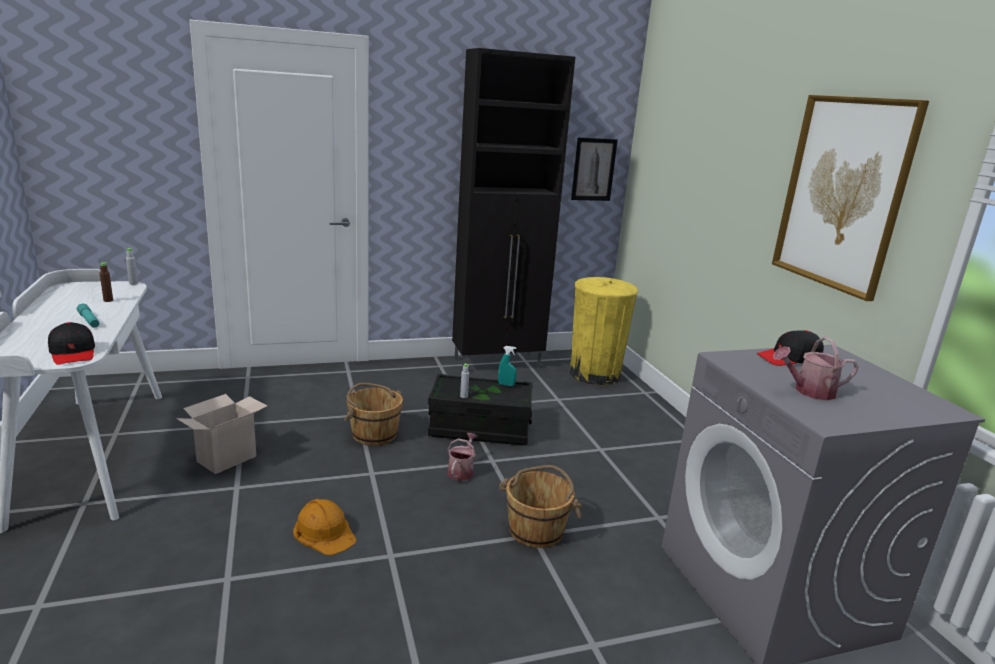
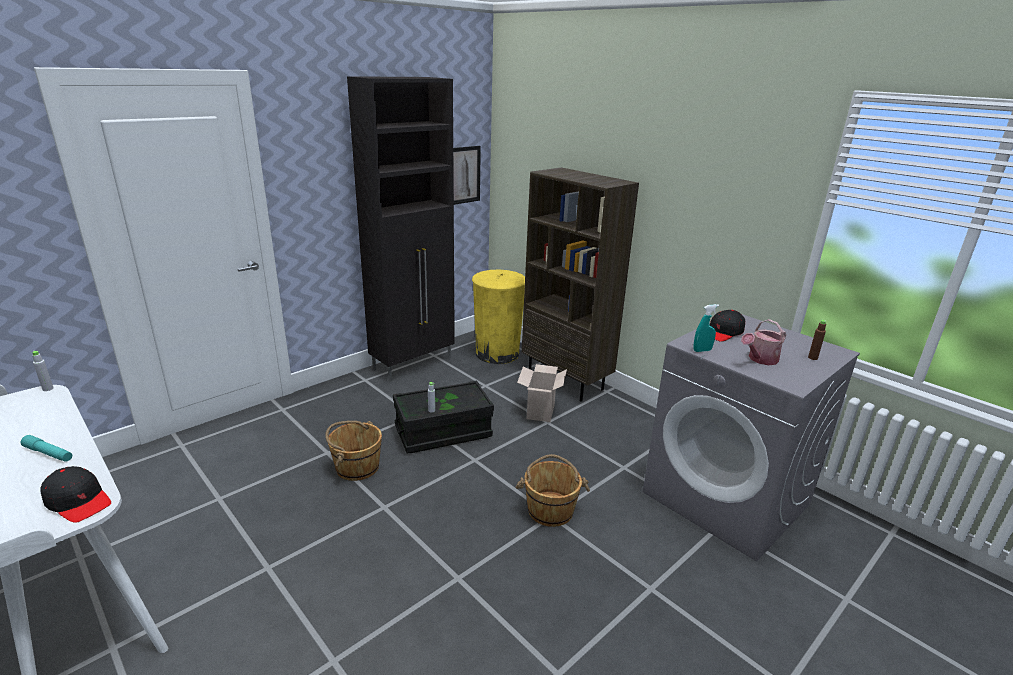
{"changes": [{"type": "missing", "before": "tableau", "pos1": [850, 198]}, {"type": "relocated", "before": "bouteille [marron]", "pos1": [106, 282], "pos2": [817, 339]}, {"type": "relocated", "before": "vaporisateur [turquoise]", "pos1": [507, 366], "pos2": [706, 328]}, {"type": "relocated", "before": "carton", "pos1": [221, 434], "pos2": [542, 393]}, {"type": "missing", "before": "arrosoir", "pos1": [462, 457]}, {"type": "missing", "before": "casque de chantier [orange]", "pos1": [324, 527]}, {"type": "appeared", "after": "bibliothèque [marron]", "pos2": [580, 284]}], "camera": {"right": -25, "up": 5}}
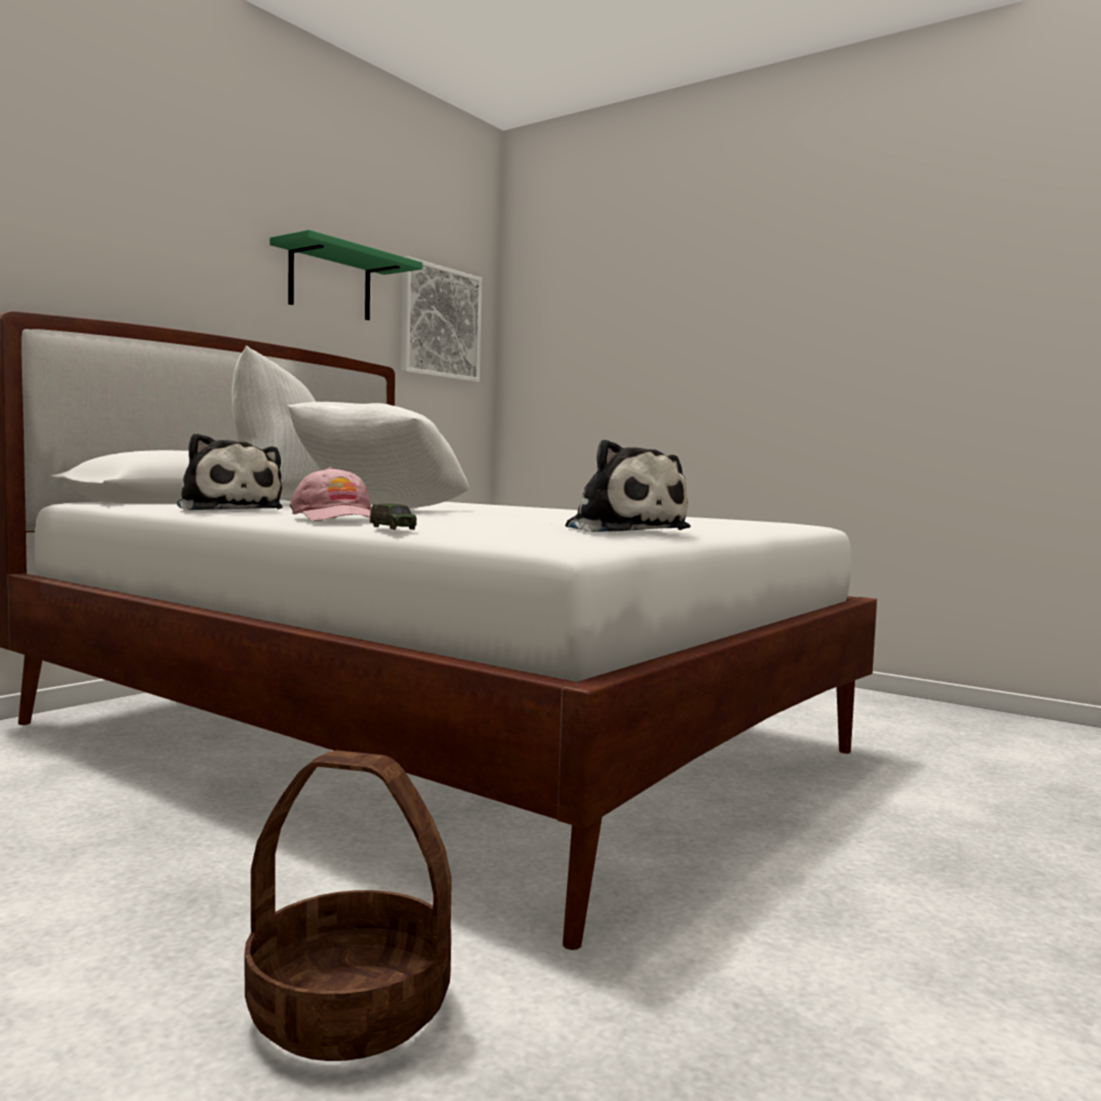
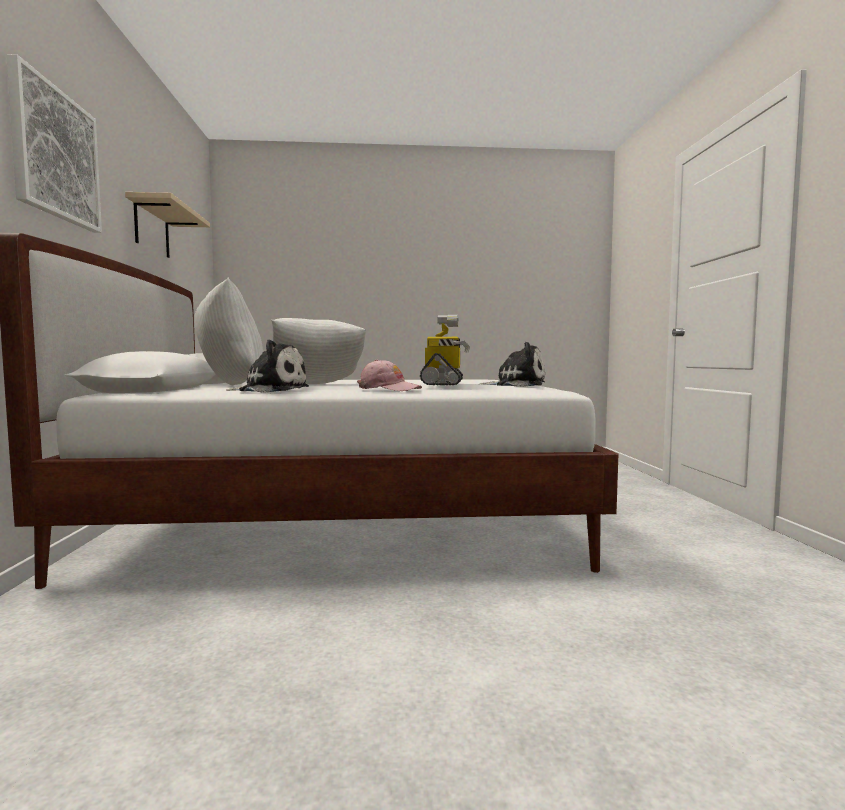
{"changes": [{"type": "colour", "before": "étagère [vert]", "after": "étagère [beige]", "pos1": [346, 275], "pos2": [167, 225]}, {"type": "relocated", "before": "tableau", "pos1": [441, 319], "pos2": [54, 143]}, {"type": "missing", "before": "petite voiture", "pos1": [393, 517]}, {"type": "missing", "before": "panier", "pos1": [348, 905]}, {"type": "appeared", "after": "robot jouet", "pos2": [445, 350]}], "camera": {"right": -40, "up": 0}}
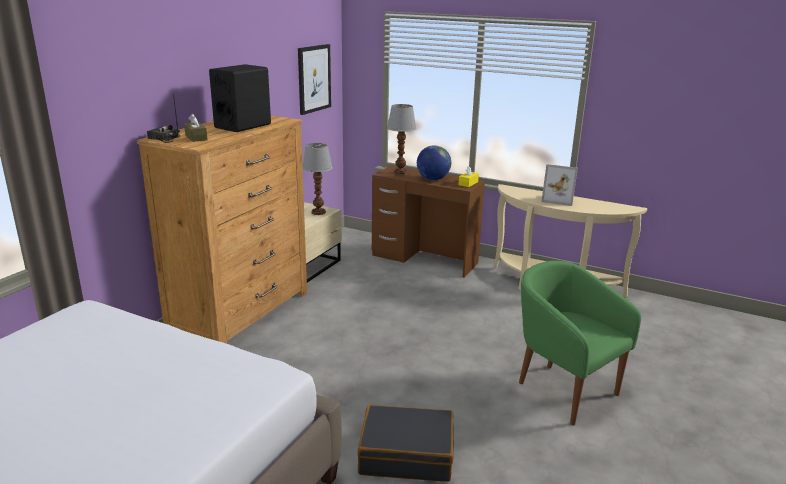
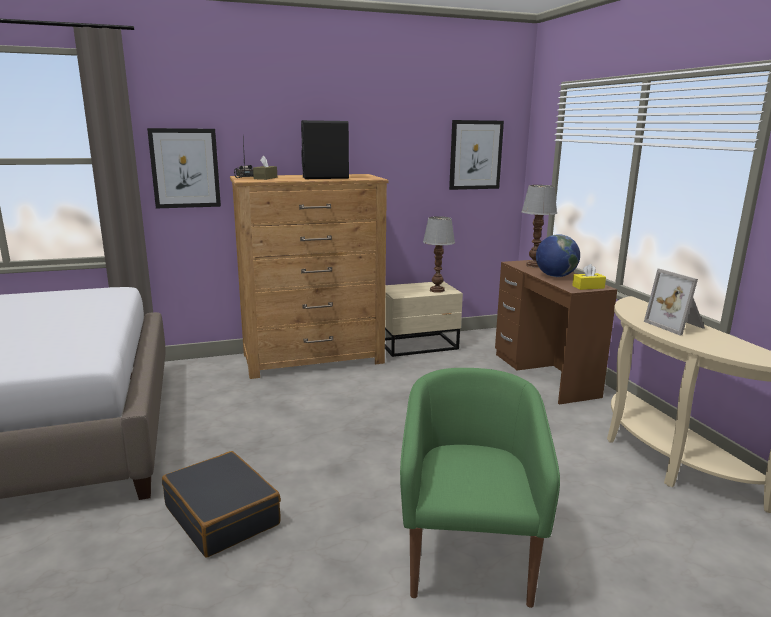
{"changes": [{"type": "appeared", "after": "tableau", "pos2": [184, 168]}], "camera": {"right": 45, "up": -5}}
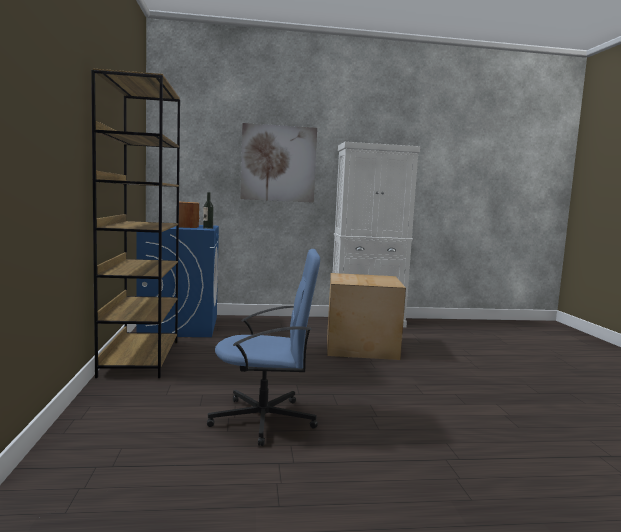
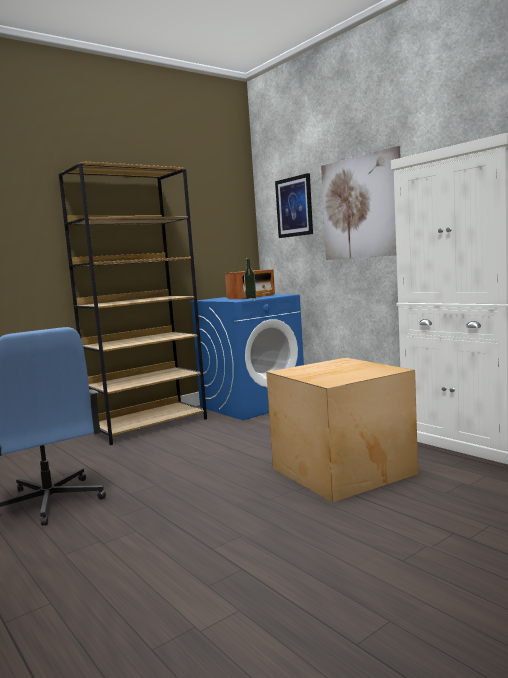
{"changes": [{"type": "appeared", "after": "tableau", "pos2": [294, 205]}], "camera": {"right": 60, "up": 0}}
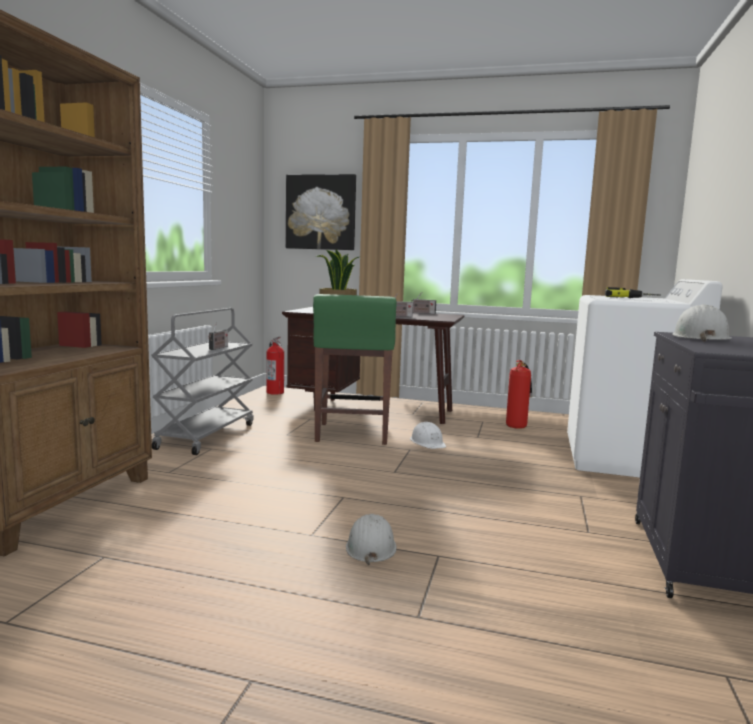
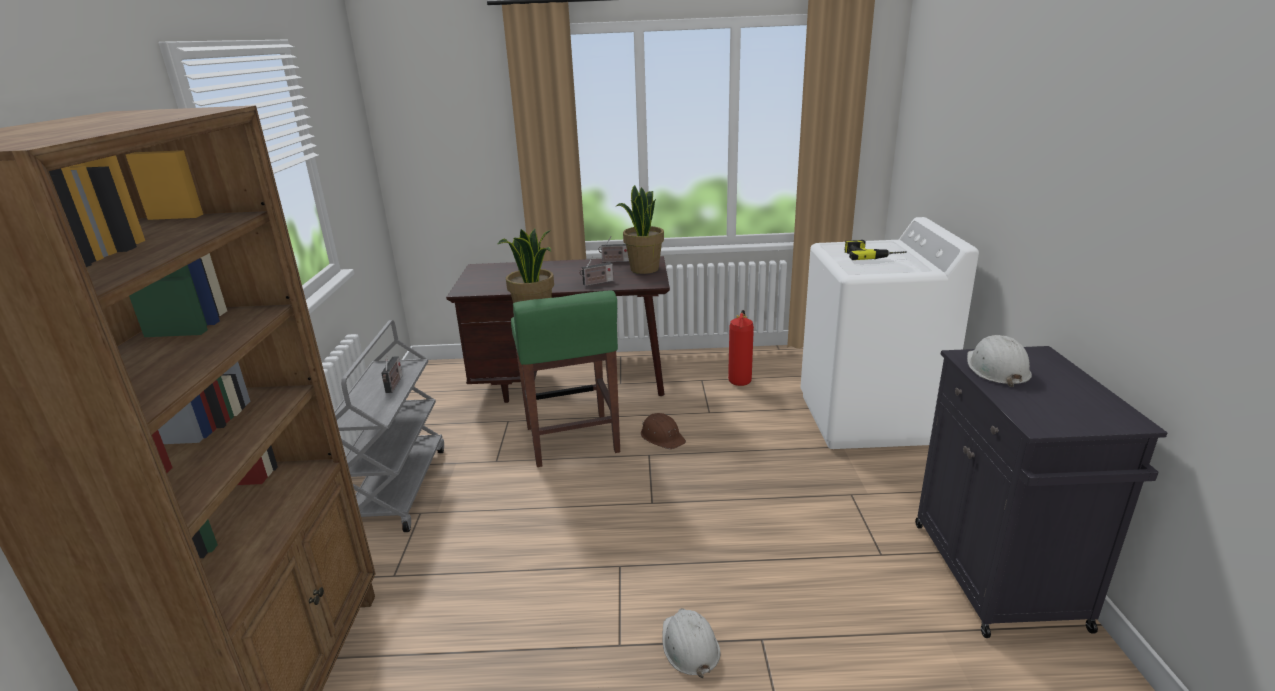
{"changes": [{"type": "missing", "before": "tableau", "pos1": [321, 212]}, {"type": "missing", "before": "extincteur", "pos1": [275, 366]}, {"type": "colour", "before": "casque de chantier [blanc]", "after": "casque de chantier [marron]", "pos1": [428, 435], "pos2": [663, 431]}, {"type": "appeared", "after": "plante en pot", "pos2": [639, 229]}], "camera": {"right": -15, "up": 15}}
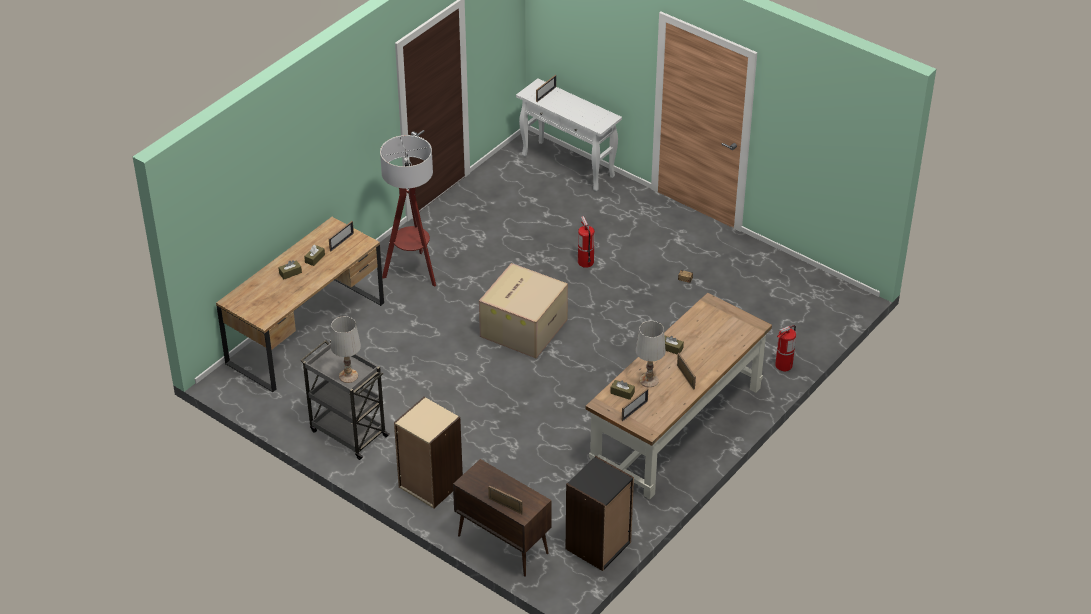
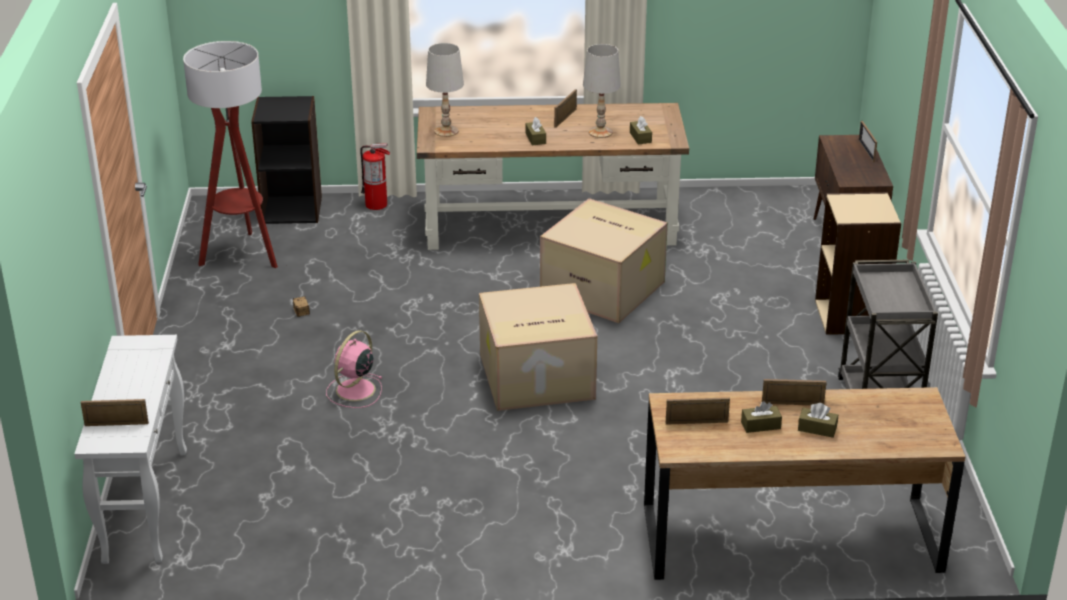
{"changes": [{"type": "relocated", "before": "lampadaire", "pos1": [408, 211], "pos2": [230, 154]}, {"type": "exchanged", "before": "extincteur", "after": "ventilateur [rose]", "pos1": [586, 242], "pos2": [354, 369]}, {"type": "relocated", "before": "lampe de table [blanc]", "pos1": [346, 349], "pos2": [445, 90]}, {"type": "relocated", "before": "cadre photo", "pos1": [635, 404], "pos2": [794, 392]}, {"type": "relocated", "before": "bibliothèque [noir]", "pos1": [600, 513], "pos2": [286, 160]}, {"type": "appeared", "after": "carton", "pos2": [604, 260]}], "camera": {"right": -130, "up": -10}}
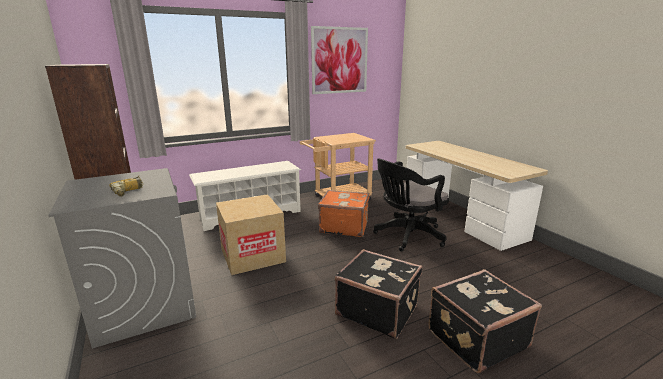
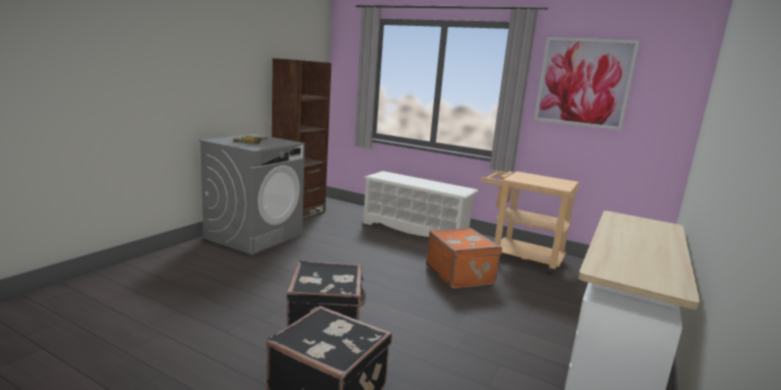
{"changes": [{"type": "missing", "before": "chaise de bureau [noir]", "pos1": [411, 205]}, {"type": "missing", "before": "carton", "pos1": [251, 234]}], "camera": {"right": 55, "up": -5}}
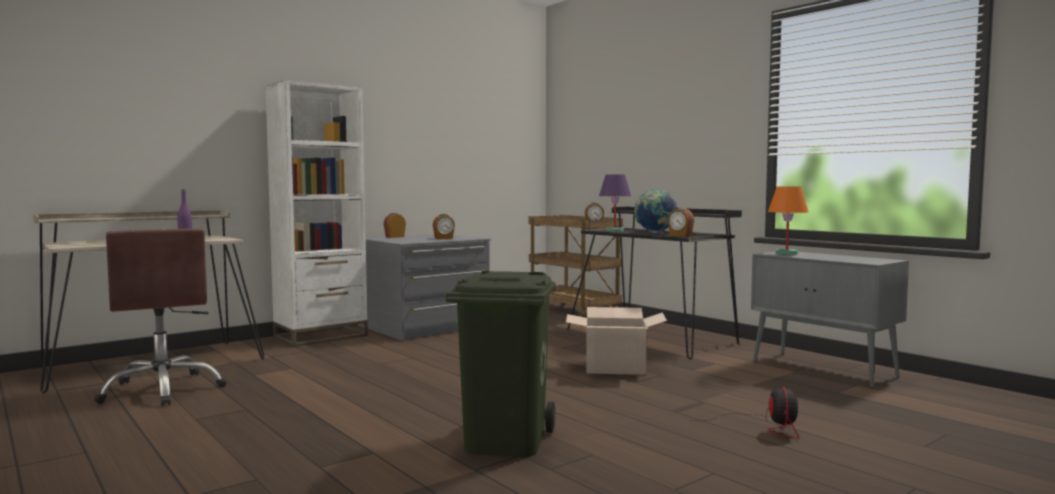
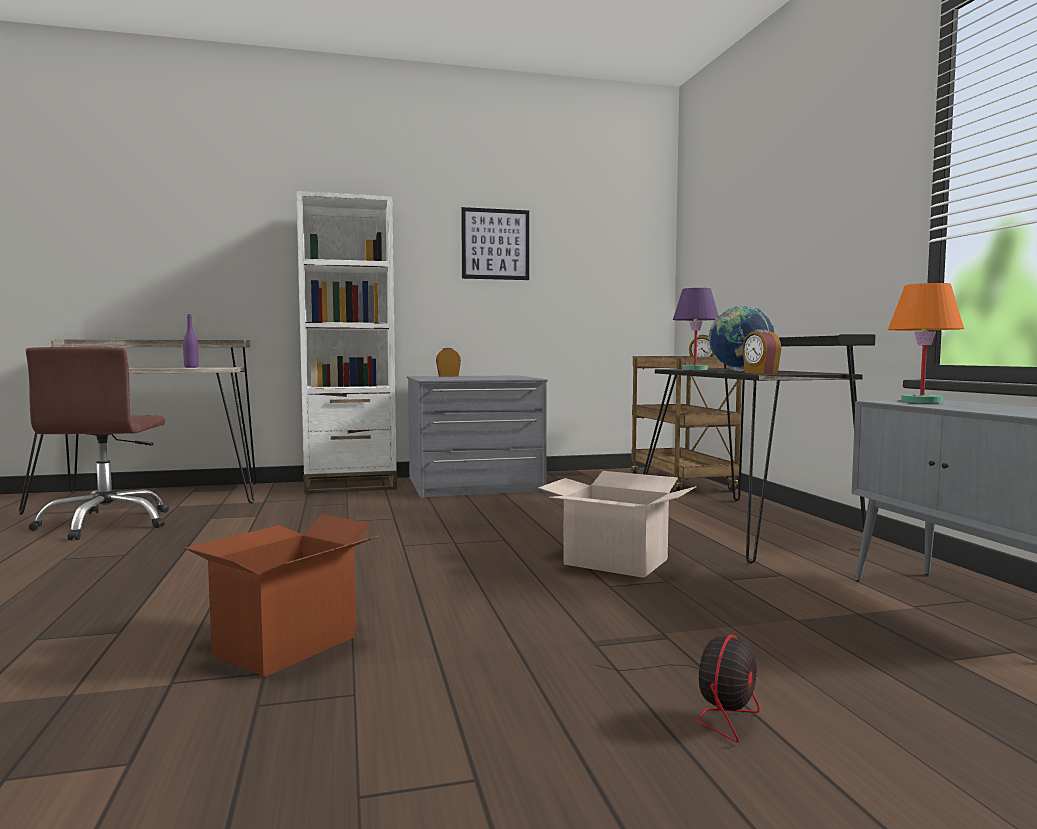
{"changes": [{"type": "missing", "before": "réveil", "pos1": [444, 226]}, {"type": "exchanged", "before": "poubelle [vert]", "after": "carton", "pos1": [500, 364], "pos2": [281, 595]}, {"type": "appeared", "after": "tableau", "pos2": [495, 243]}], "camera": {"right": 25, "up": 0}}
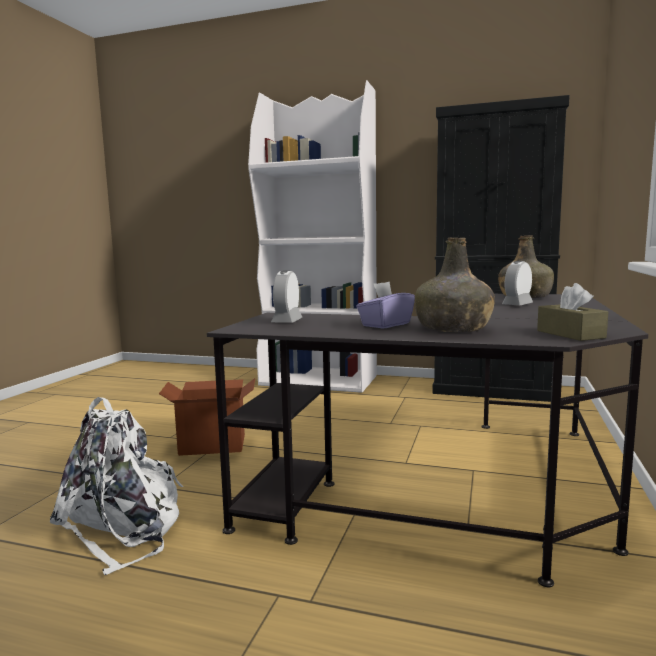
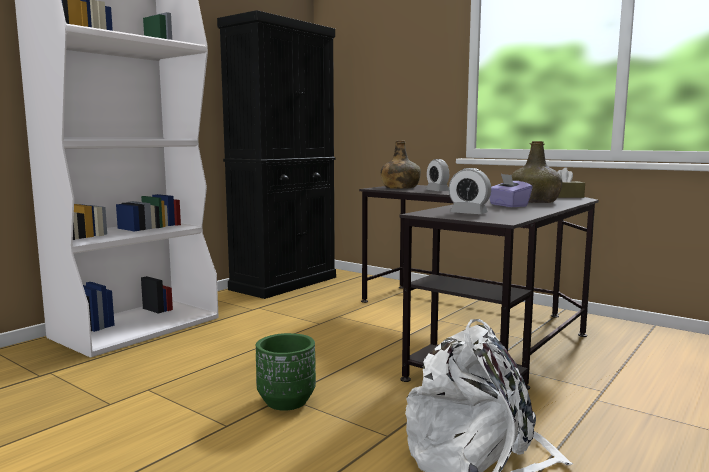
{"changes": [{"type": "exchanged", "before": "carton", "after": "cache-pot [vert]", "pos1": [207, 417], "pos2": [286, 372]}], "camera": {"right": -70, "up": 0}}
